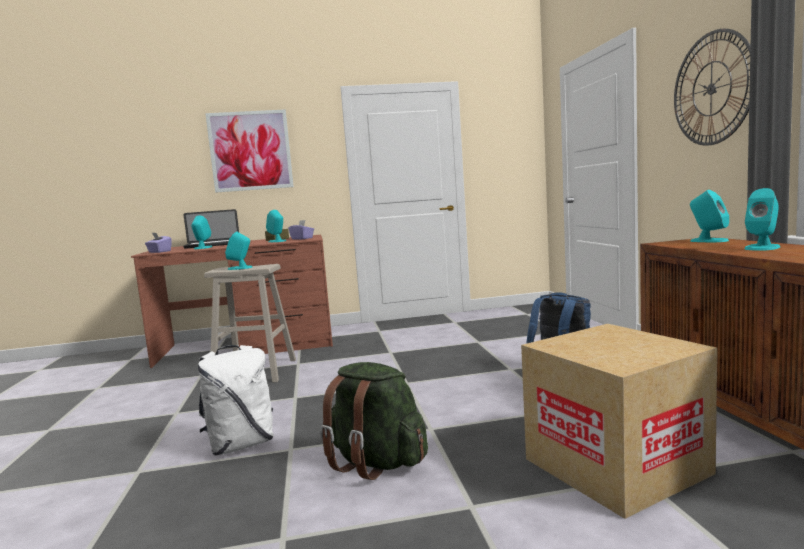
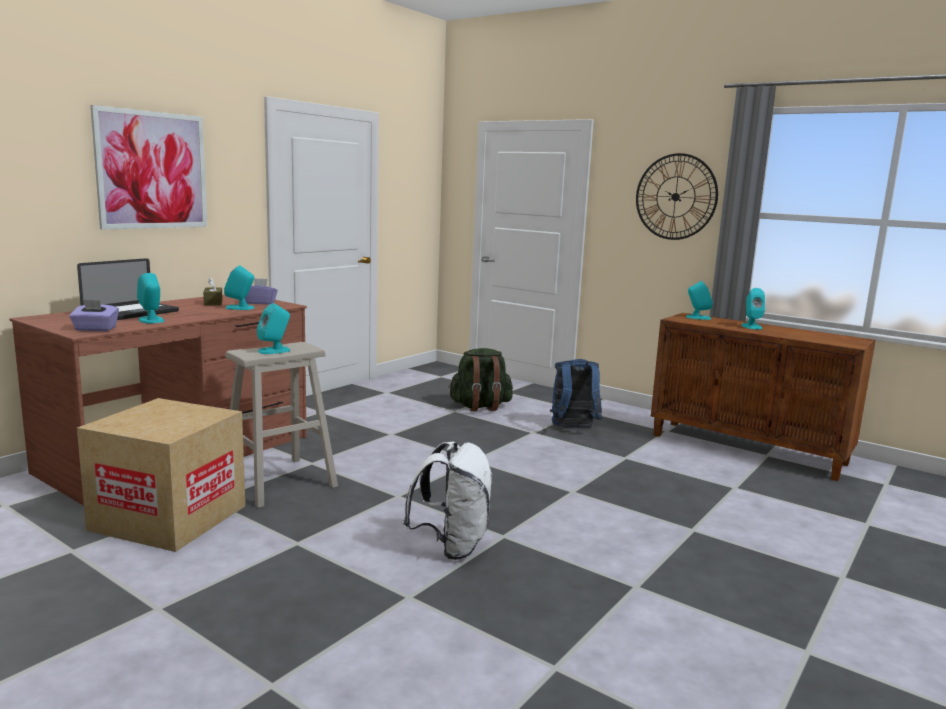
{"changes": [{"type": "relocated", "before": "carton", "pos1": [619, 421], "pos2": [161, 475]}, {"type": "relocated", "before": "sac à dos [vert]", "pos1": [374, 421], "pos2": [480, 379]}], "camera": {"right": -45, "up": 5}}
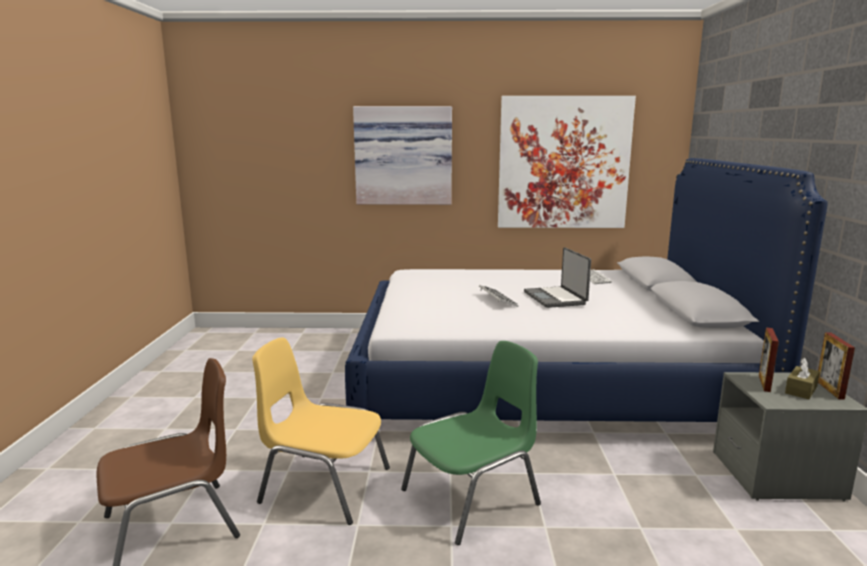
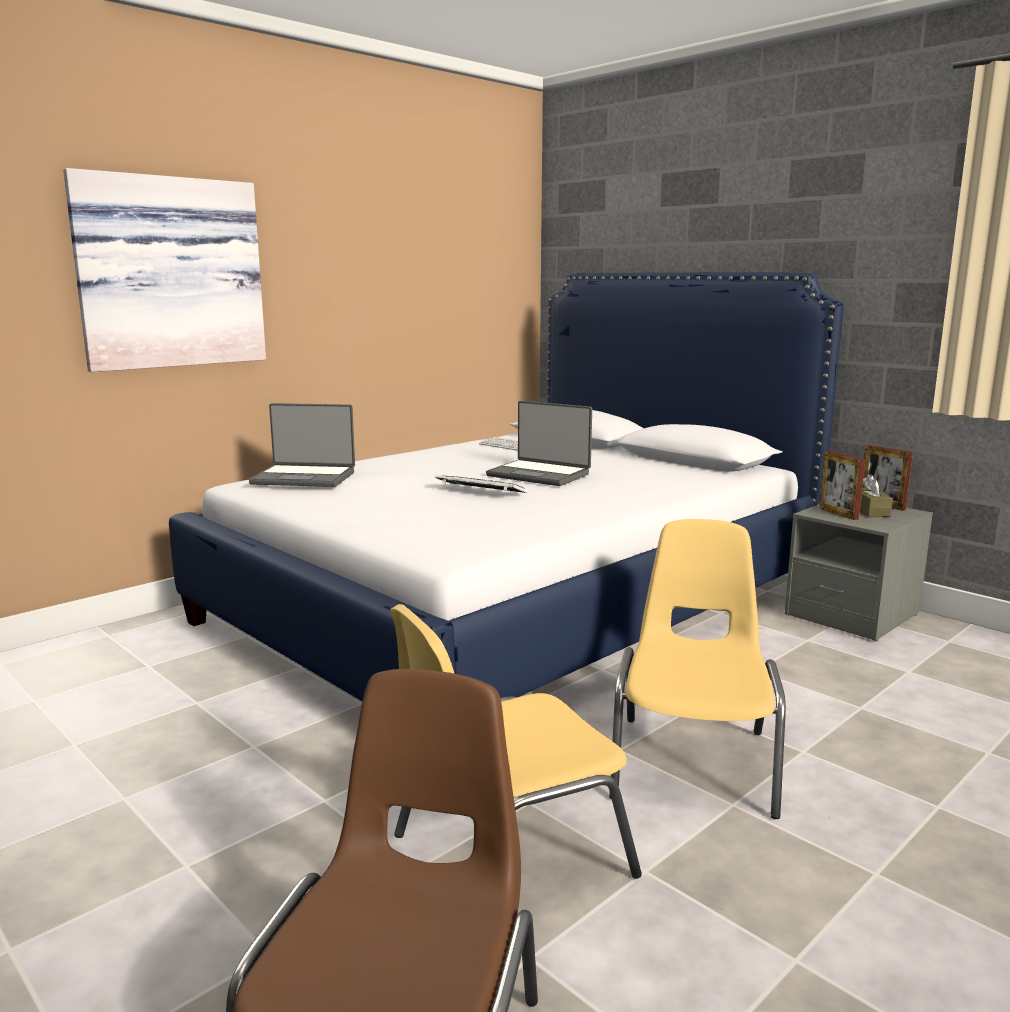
{"changes": [{"type": "missing", "before": "tableau", "pos1": [567, 162]}, {"type": "colour", "before": "chaise [vert]", "after": "chaise [jaune]", "pos1": [471, 443], "pos2": [697, 669]}, {"type": "appeared", "after": "ordinateur portable", "pos2": [302, 445]}], "camera": {"right": -45, "up": 0}}
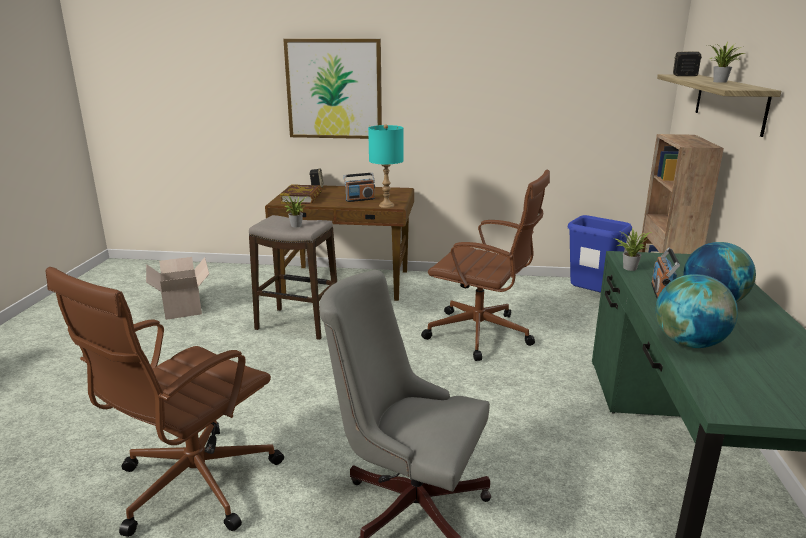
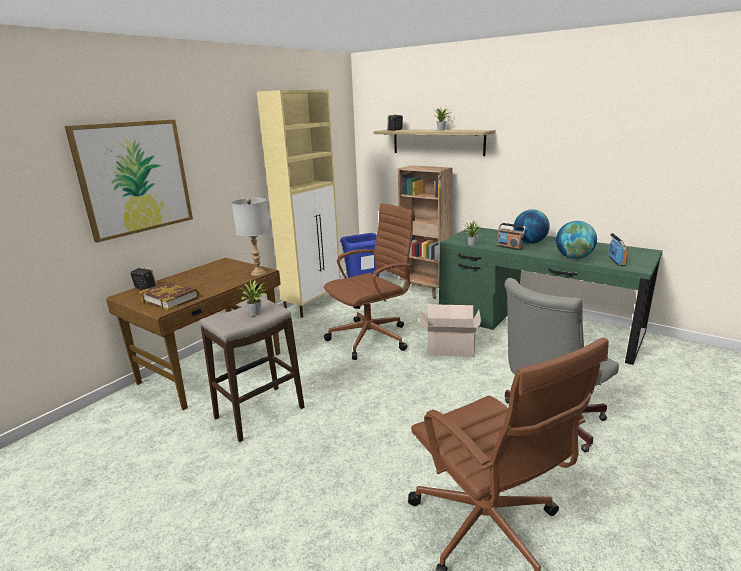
{"changes": [{"type": "colour", "before": "lampe de table [turquoise]", "after": "lampe de table [gris]", "pos1": [385, 166], "pos2": [251, 237]}, {"type": "relocated", "before": "radio", "pos1": [359, 187], "pos2": [618, 249]}, {"type": "relocated", "before": "carton", "pos1": [177, 288], "pos2": [450, 330]}, {"type": "appeared", "after": "meuble de rangement [beige]", "pos2": [299, 204]}], "camera": {"right": -60, "up": 0}}
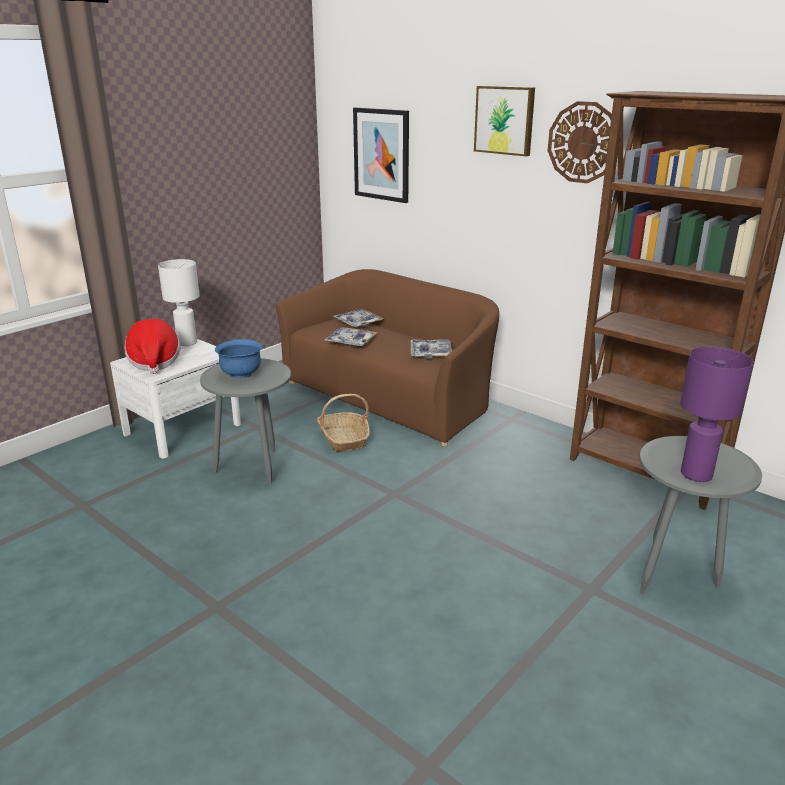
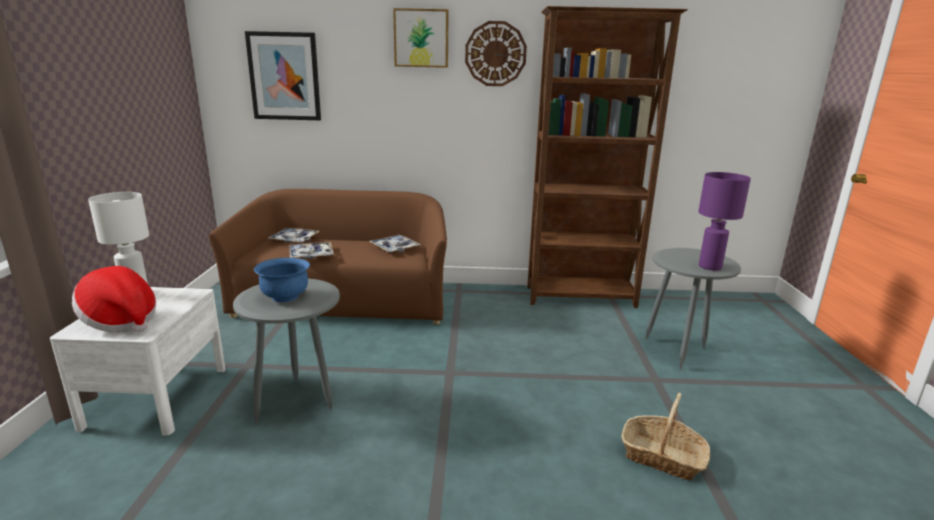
{"changes": [{"type": "relocated", "before": "panier", "pos1": [343, 423], "pos2": [665, 436]}], "camera": {"right": -40, "up": -5}}
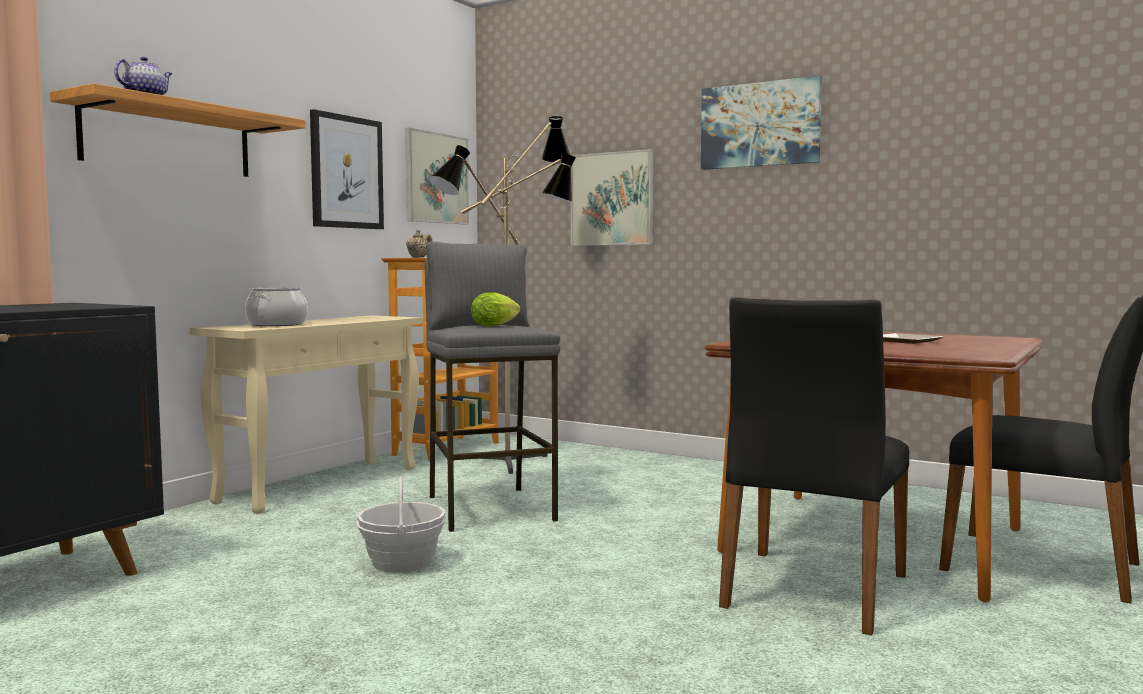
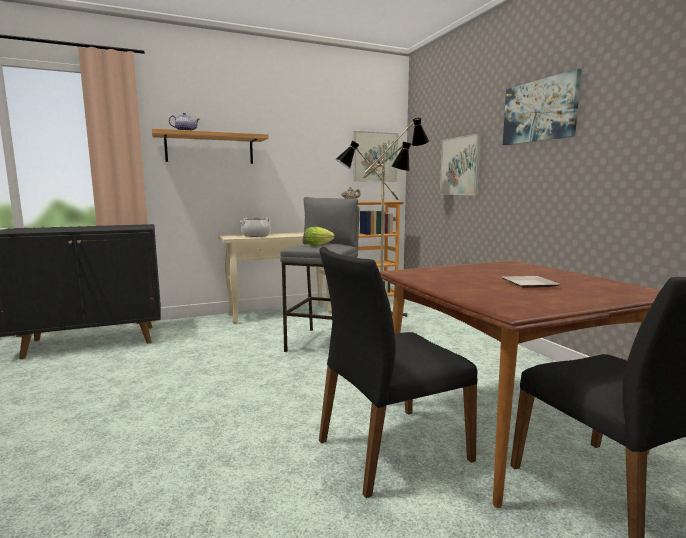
{"changes": [{"type": "missing", "before": "tableau", "pos1": [347, 169]}, {"type": "missing", "before": "panier", "pos1": [401, 524]}], "camera": {"right": 35, "up": 5}}
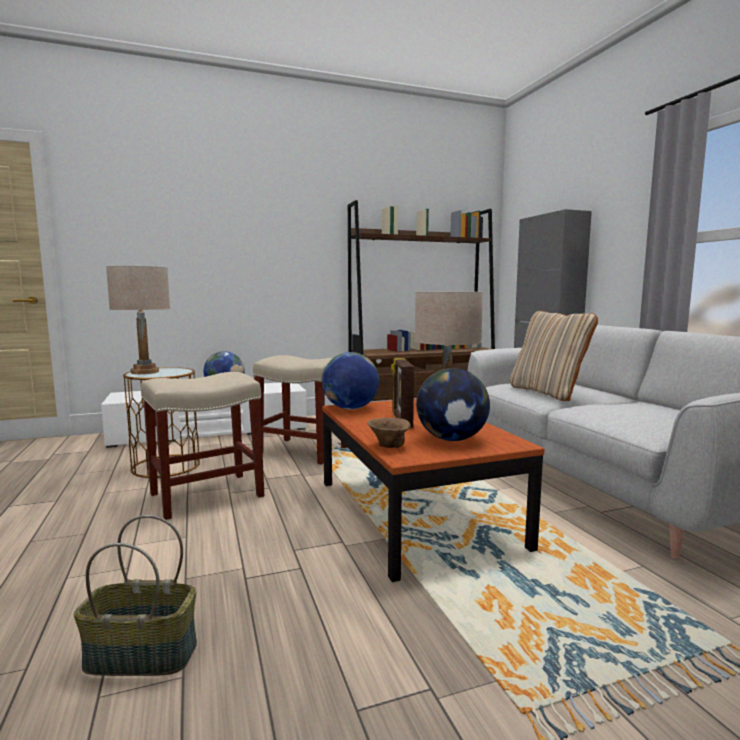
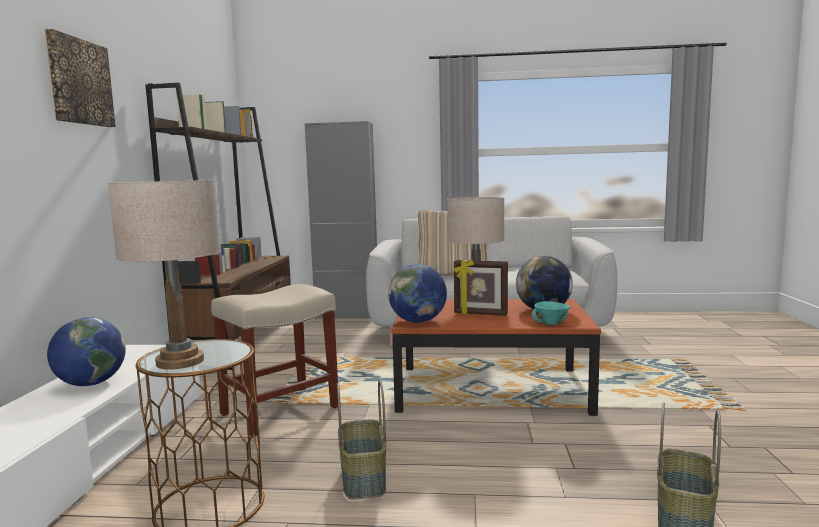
{"changes": [{"type": "exchanged", "before": "tabouret [beige]", "after": "panier", "pos1": [202, 446], "pos2": [362, 439]}, {"type": "colour", "before": "bol [marron]", "after": "bol [turquoise]", "pos1": [389, 433], "pos2": [551, 313]}, {"type": "appeared", "after": "tableau", "pos2": [80, 78]}], "camera": {"right": -65, "up": 0}}
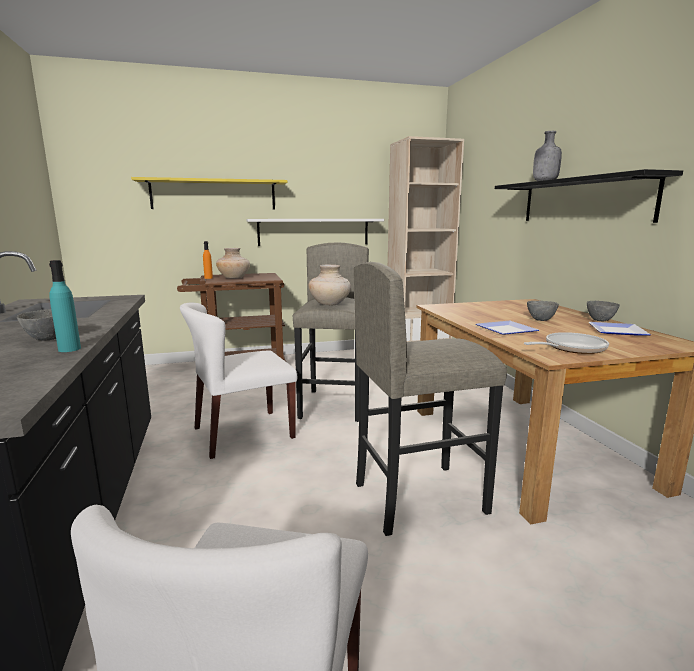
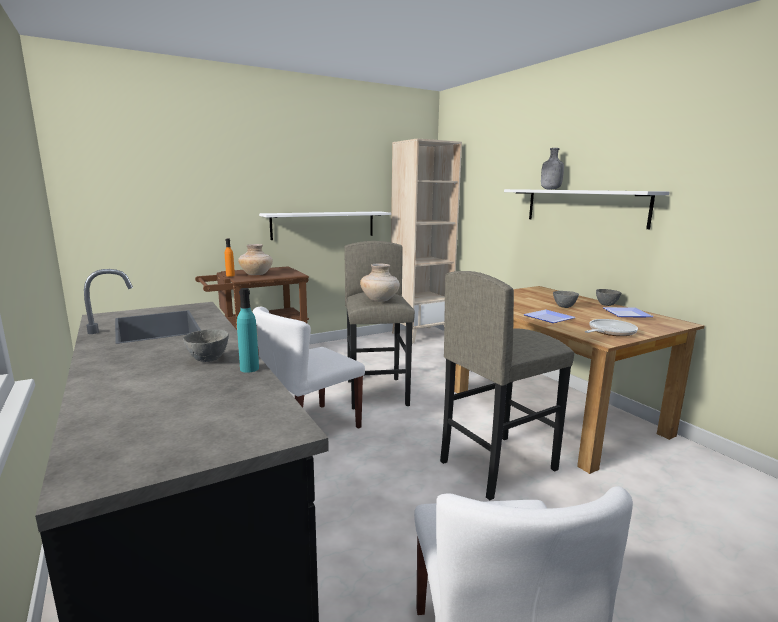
{"changes": [{"type": "colour", "before": "étagère [noir]", "after": "étagère [blanc]", "pos1": [589, 196], "pos2": [587, 209]}, {"type": "missing", "before": "étagère [jaune]", "pos1": [209, 193]}], "camera": {"right": -15, "up": 0}}
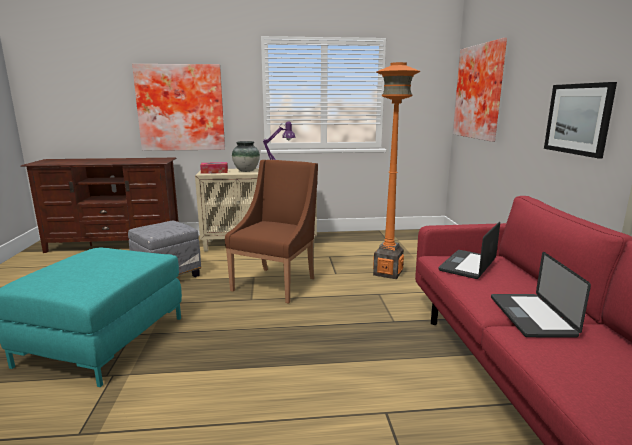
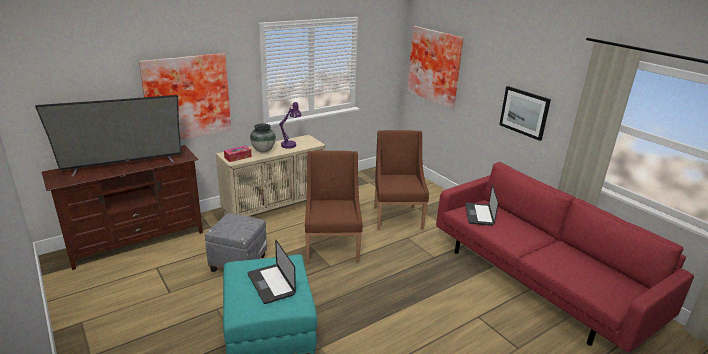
{"changes": [{"type": "exchanged", "before": "lampadaire [orange]", "after": "fauteuil [marron]", "pos1": [396, 170], "pos2": [401, 180]}, {"type": "relocated", "before": "ordinateur portable", "pos1": [541, 295], "pos2": [272, 271]}, {"type": "appeared", "after": "téléviseur", "pos2": [108, 136]}], "camera": {"right": -30, "up": 10}}
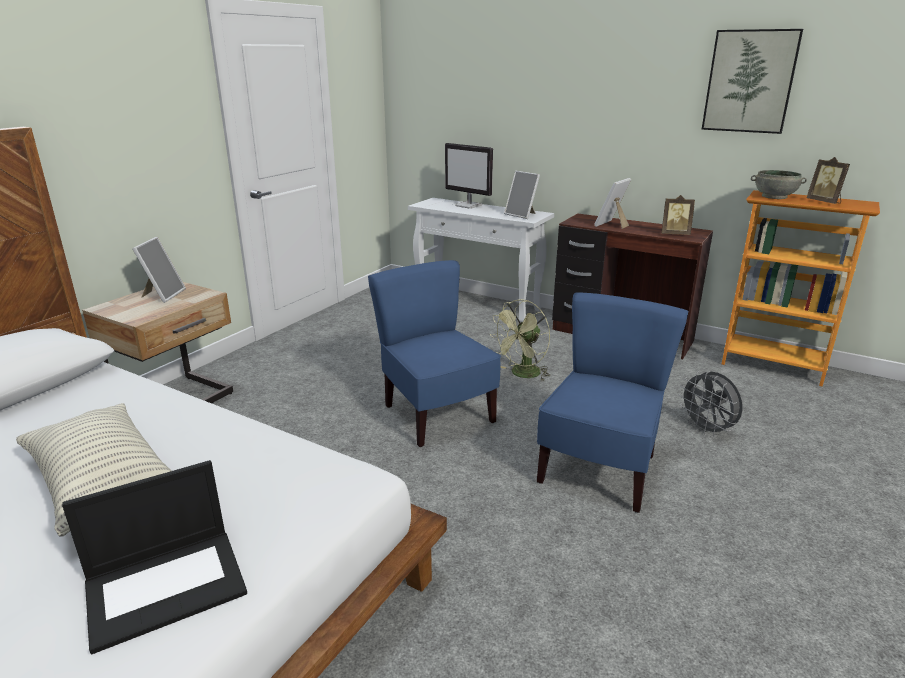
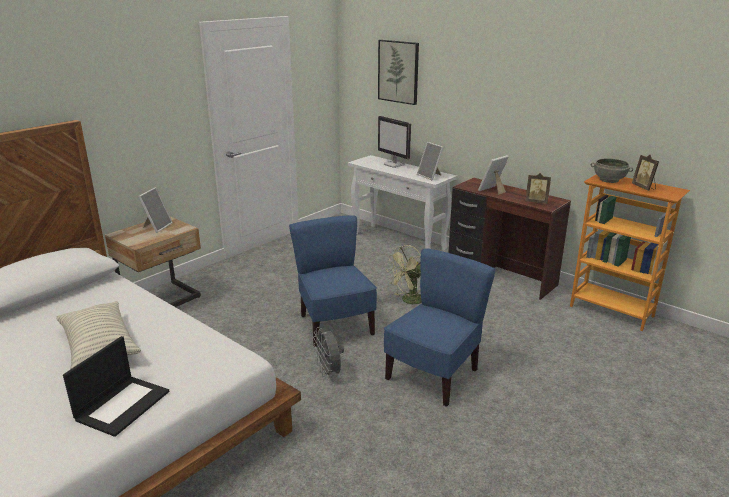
{"changes": [{"type": "relocated", "before": "tableau", "pos1": [752, 81], "pos2": [398, 72]}, {"type": "relocated", "before": "ventilateur [gris]", "pos1": [711, 404], "pos2": [328, 353]}, {"type": "spun", "before": "ordinateur portable", "pos1": [154, 557], "pos2": [116, 386], "turn": -45}], "camera": {"right": 10, "up": 0}}
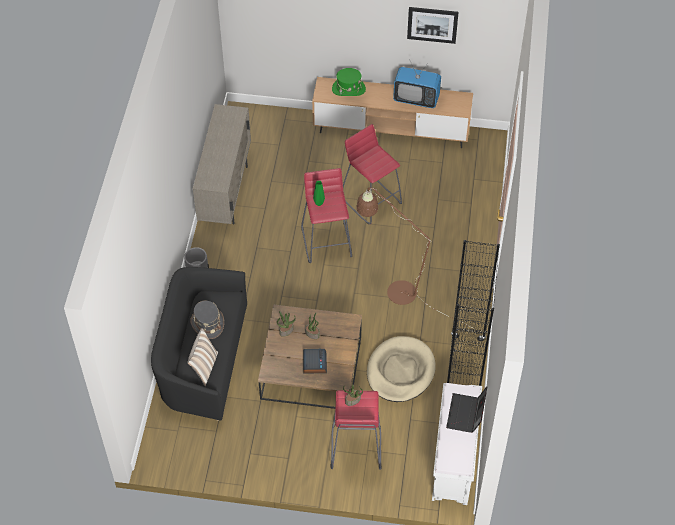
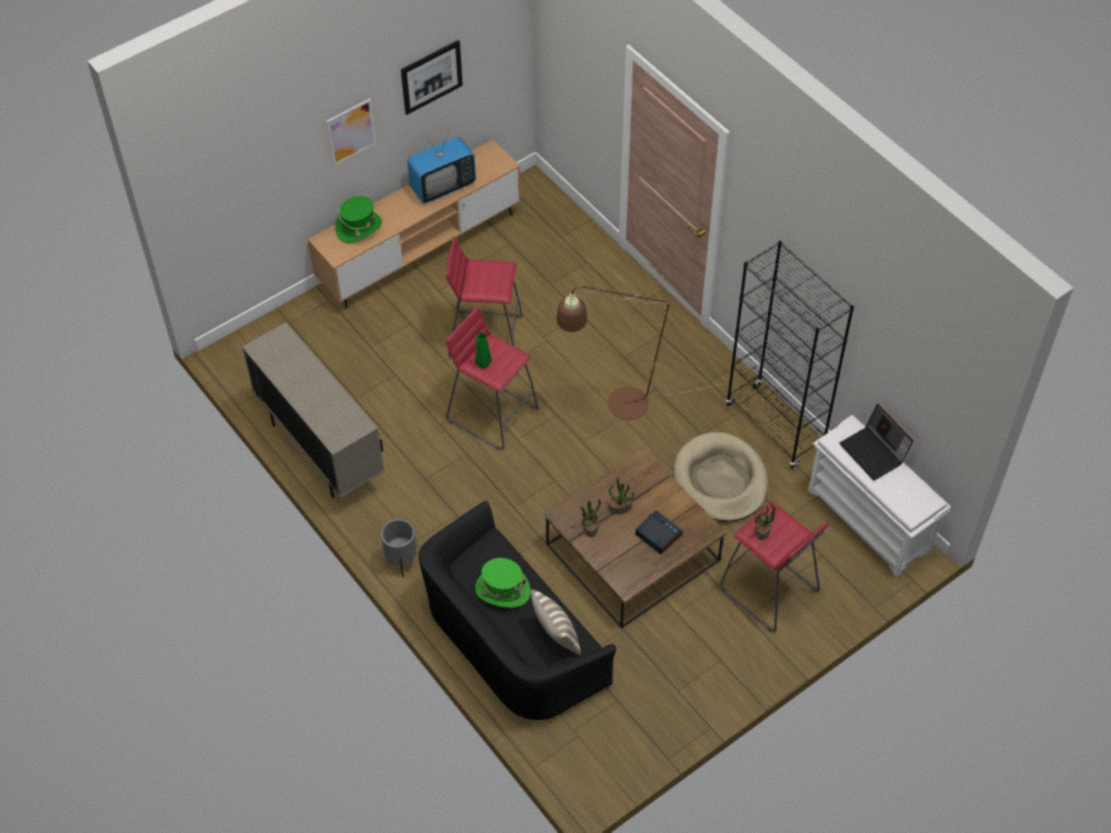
{"changes": [{"type": "colour", "before": "chapeau [gris]", "after": "chapeau [vert]", "pos1": [207, 320], "pos2": [503, 583]}, {"type": "appeared", "after": "tableau", "pos2": [351, 132]}], "camera": {"right": -45, "up": 0}}
